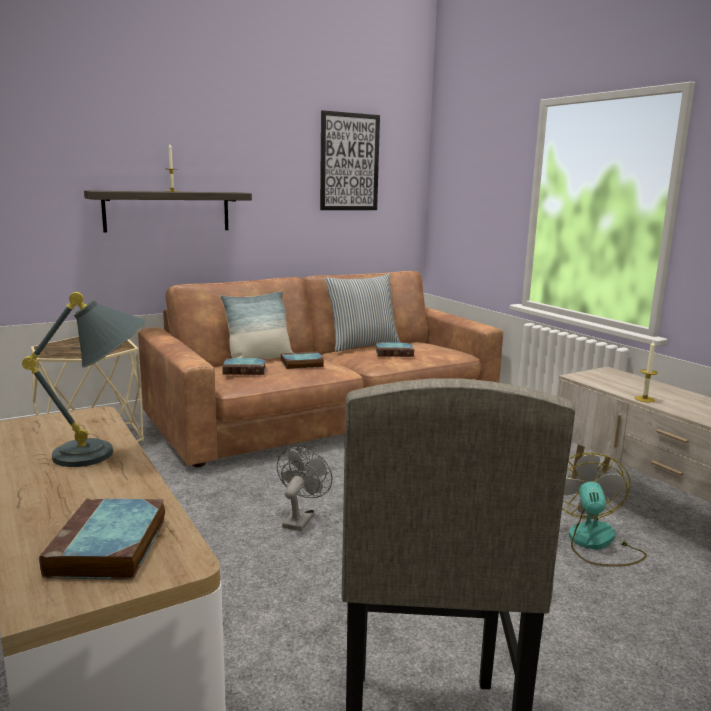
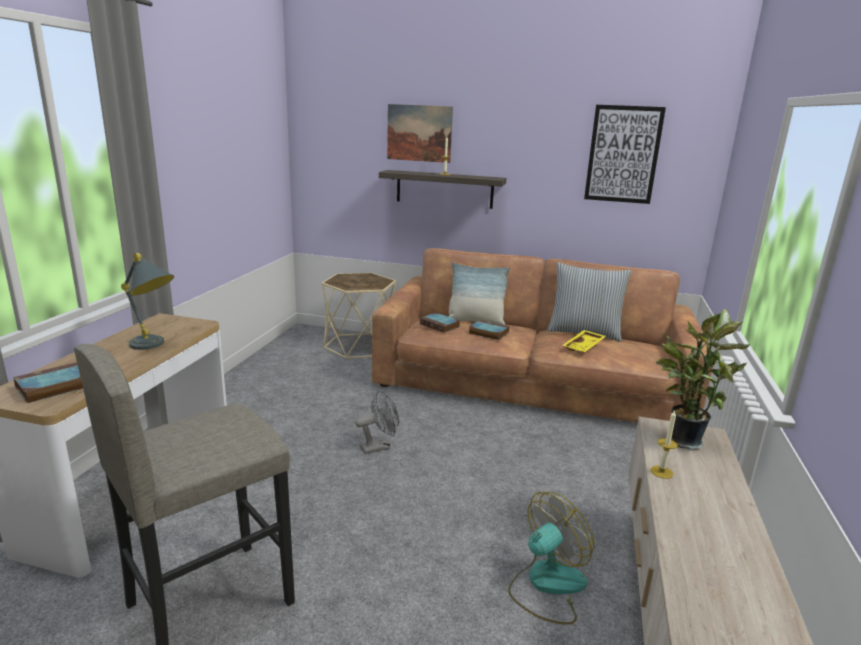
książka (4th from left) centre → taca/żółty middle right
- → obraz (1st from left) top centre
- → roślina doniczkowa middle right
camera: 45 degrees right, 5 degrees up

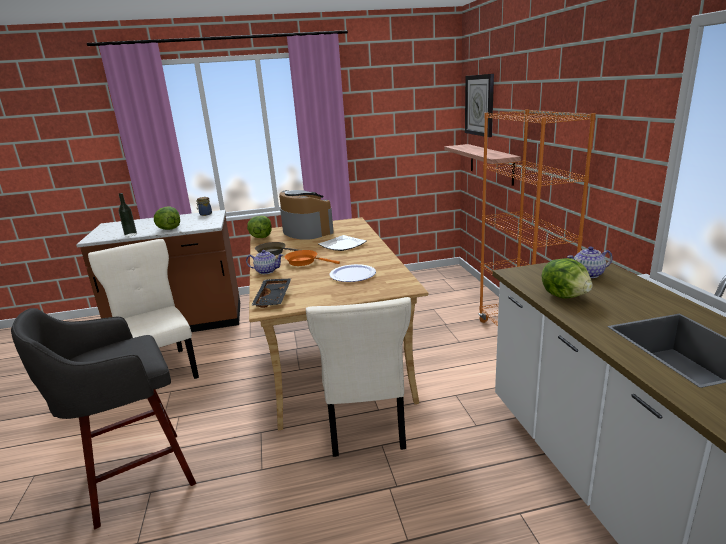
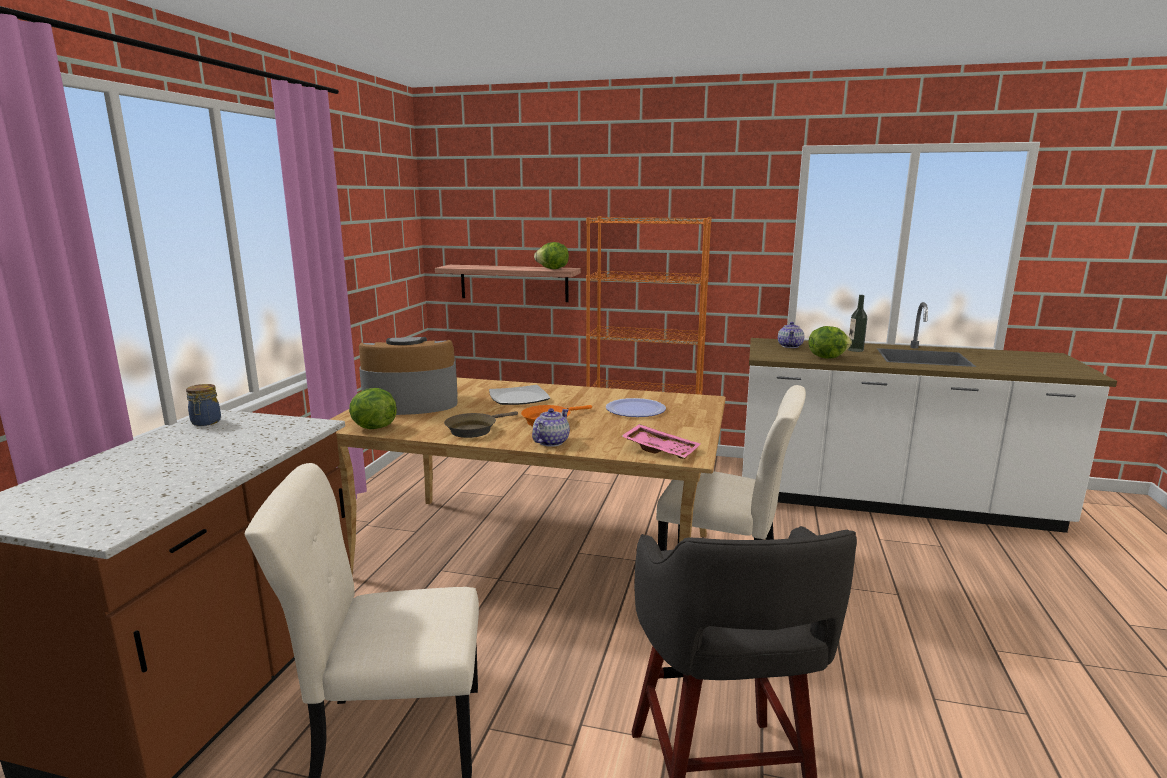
butelka middle left → butelka middle right, move
sałata (1st from left in the first image) middle left → sałata (2nd from left) top centre, move
taca/czarny centre → taca/różowy centre
zegar ścienny top centre → -
camera: 65 degrees left, 5 degrees down

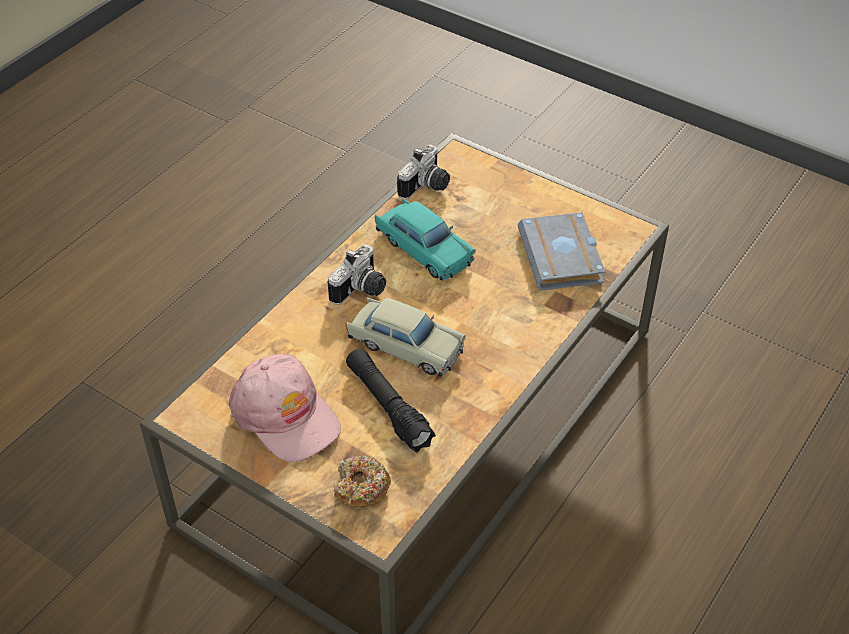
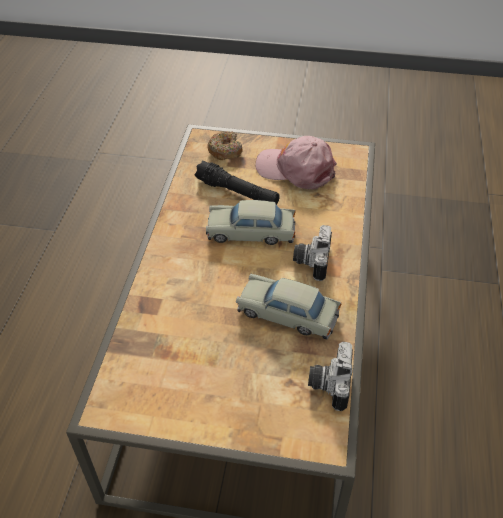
samochodzik/turkusowy centre → samochodzik/beżowy (2nd from left) centre
książka/szary centre → -
camera: 155 degrees right, 0 degrees up

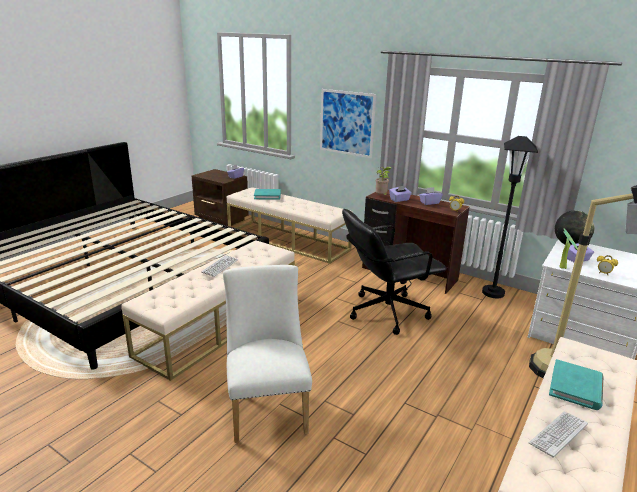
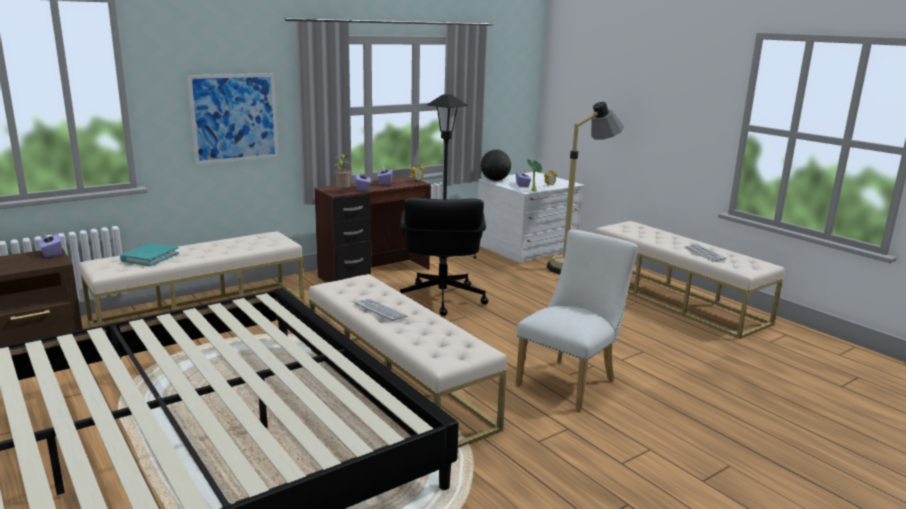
krzesło/biały bottom centre → krzesło/biały centre, 120 degrees clockwise
książka/turkusowy (2nd from left) bottom right → -
camera: 70 degrees left, 5 degrees down

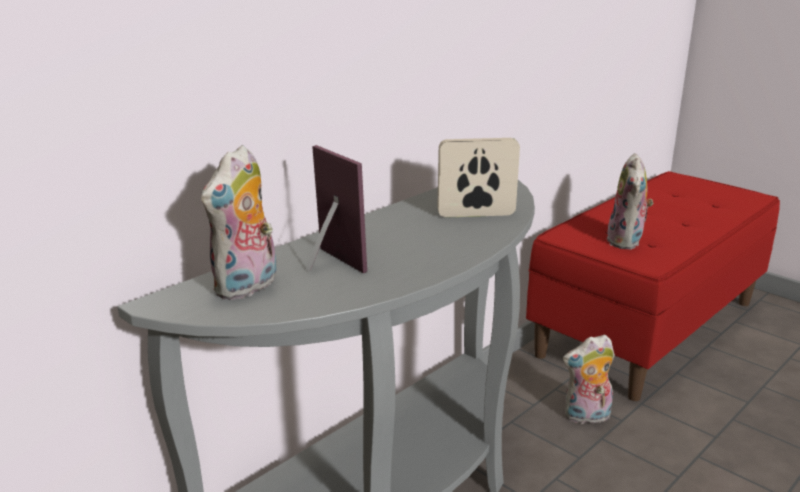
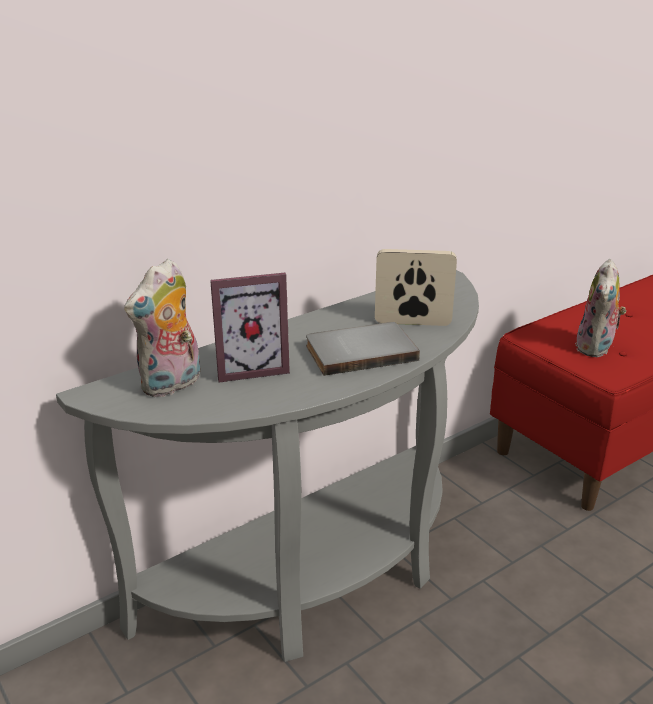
ramka na zdjęcie (1st from left) centre, 105 degrees clockwise
pluszak (2nd from left) bottom right → -
- → książka/szary centre
camera: 10 degrees right, 5 degrees up

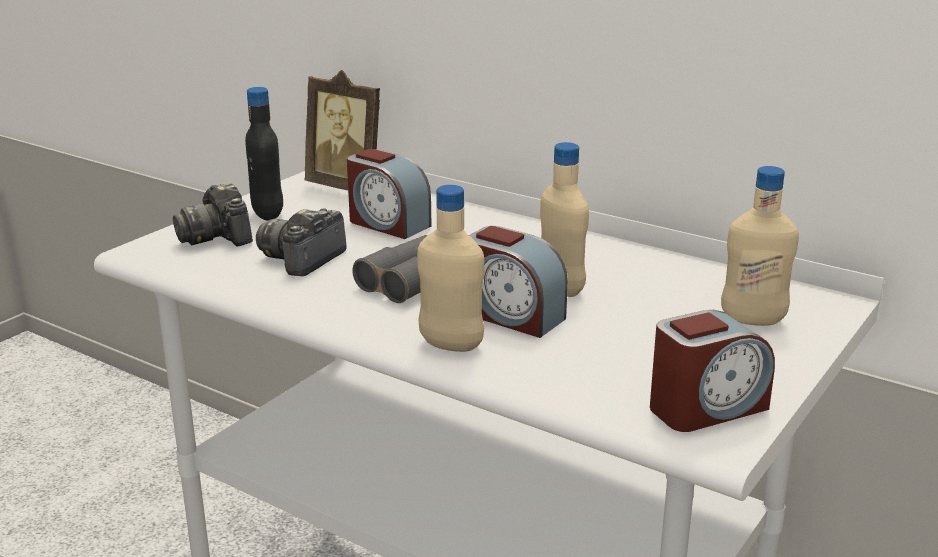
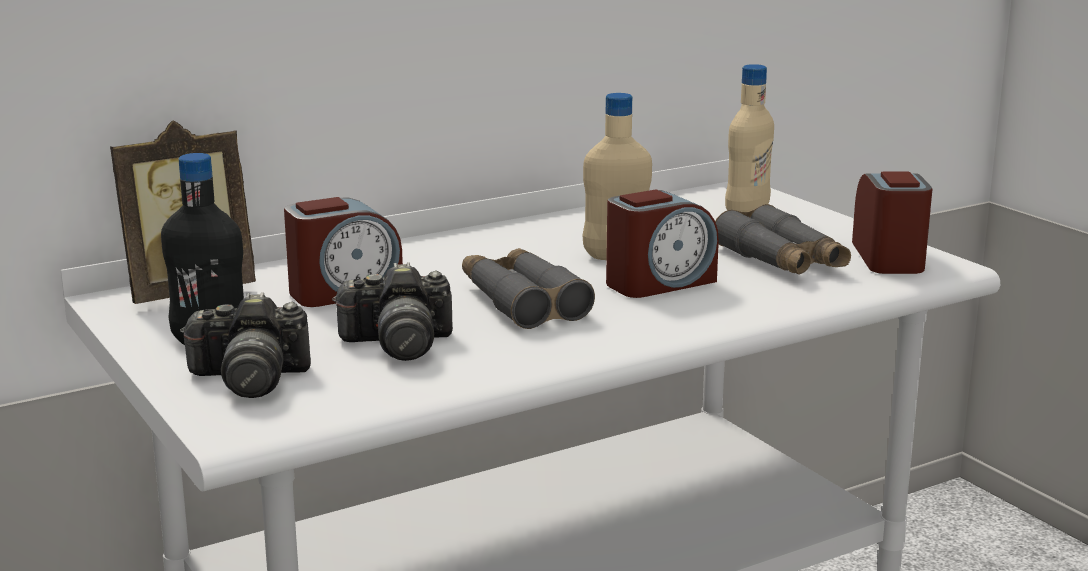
aparat fotograficzny (2nd from left) middle left → aparat fotograficzny (2nd from left) centre, 60 degrees counterclockwise
butelka/beżowy (1st from left) centre → -
- → lornetka/szary (2nd from left) middle right
camera: 65 degrees left, 5 degrees down

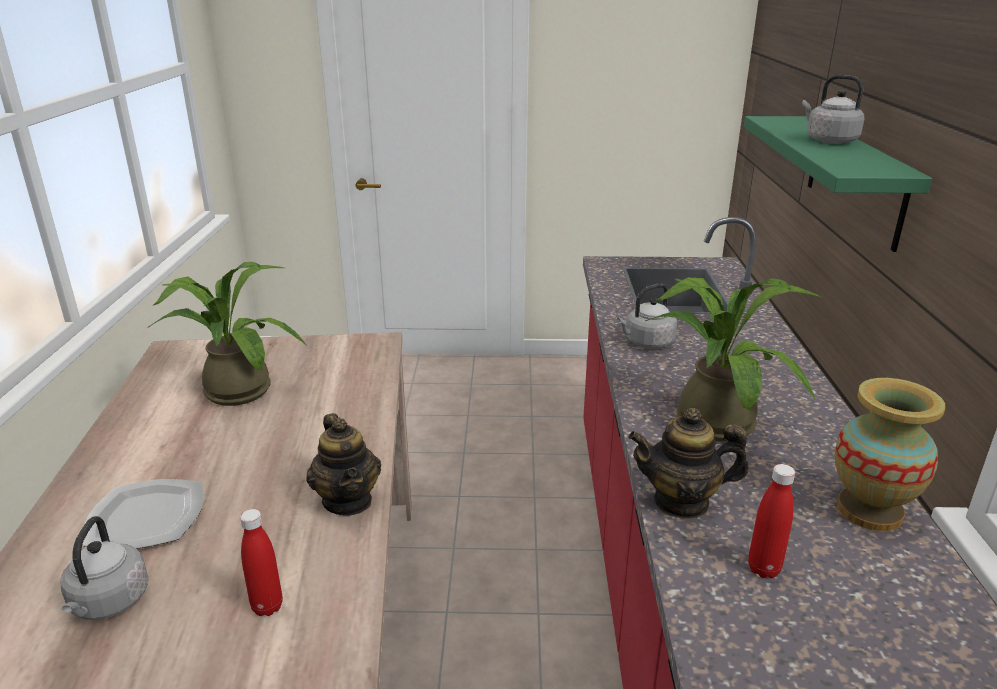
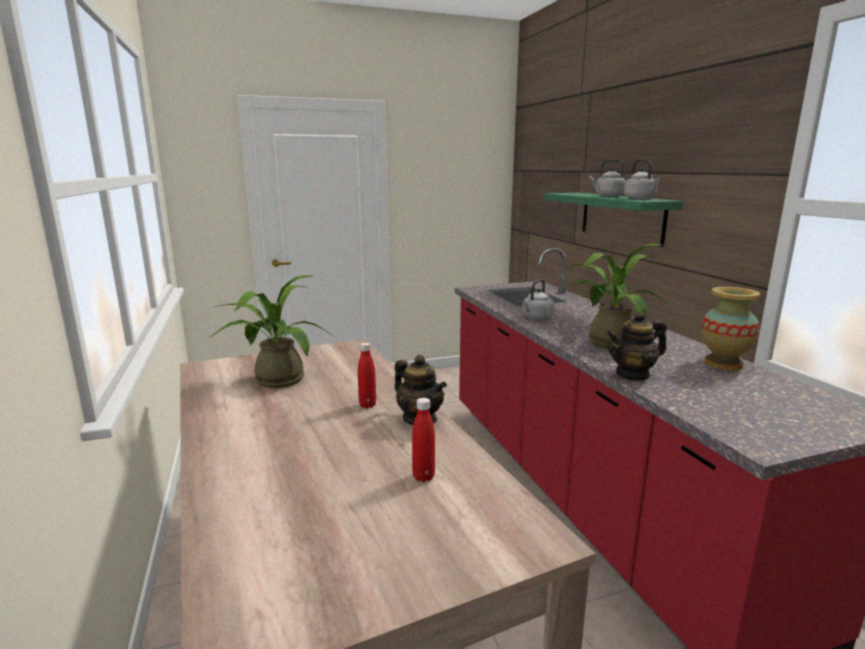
czajnik/szary (1st from left in the first image) bottom left → czajnik/szary (3rd from left) top right, move
talerz bottom left → -
butelka/czerwony (2nd from left in the first image) bottom right → butelka/czerwony (1st from left) centre, move
camera: 20 degrees left, 10 degrees down

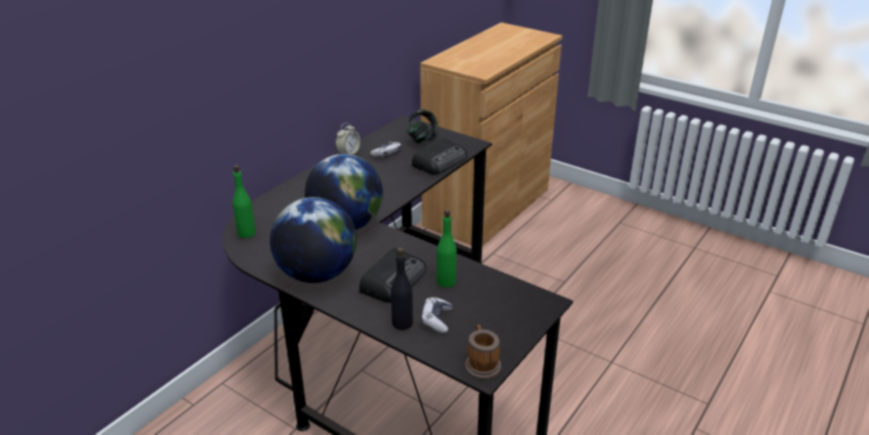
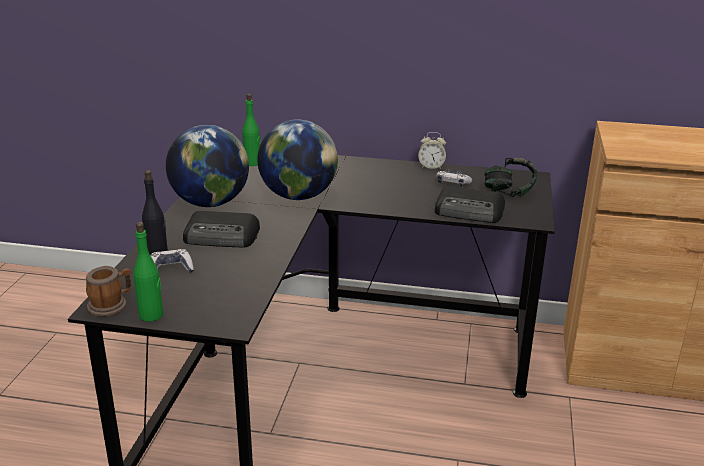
butelka/zielony (2nd from left in the first image) centre → butelka/zielony (1st from left) middle left, move
camera: 65 degrees right, 5 degrees down

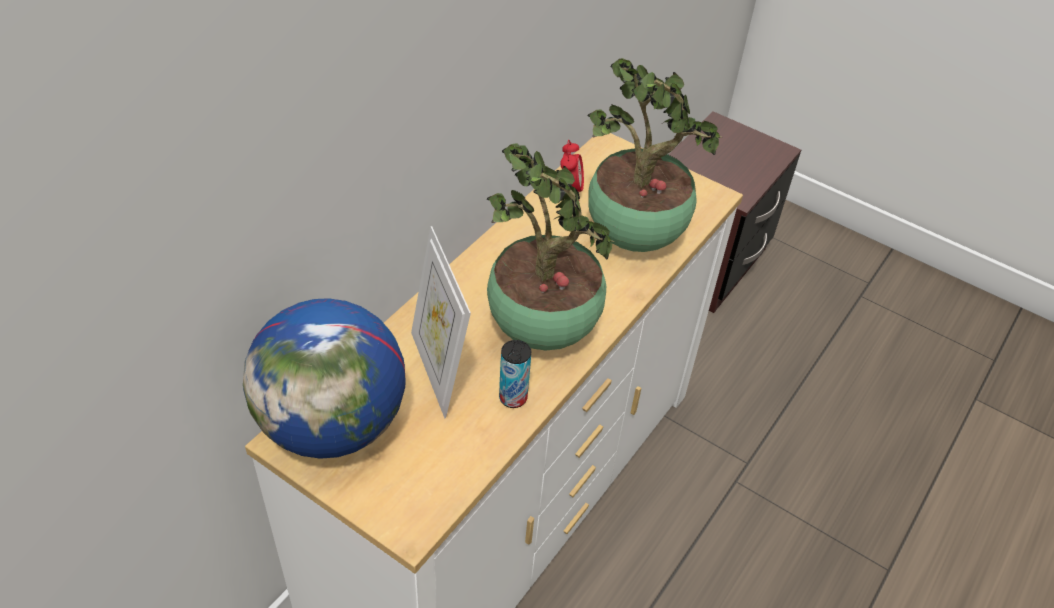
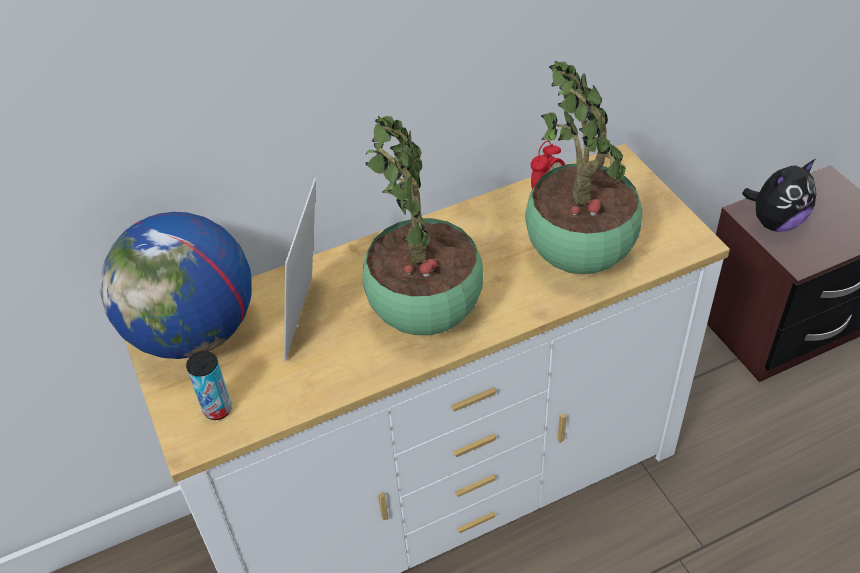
puszka centre → puszka bottom left, move
- → pluszak middle right
camera: 35 degrees right, 0 degrees up

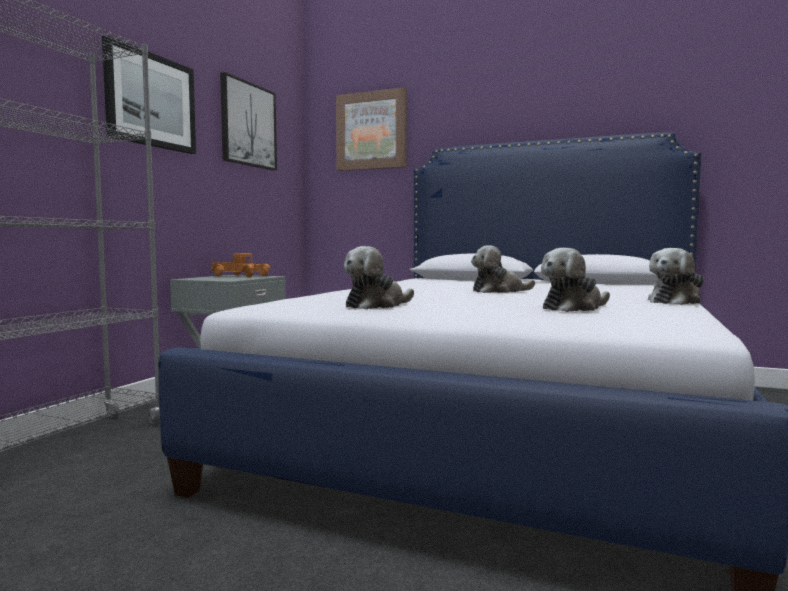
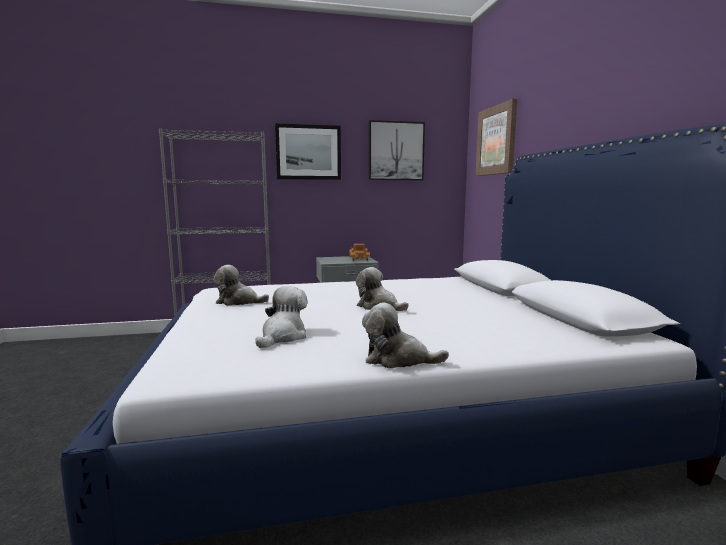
pluszak (3rd from left in the first image) middle right → pluszak (2nd from left) centre, 90 degrees clockwise
camera: 55 degrees right, 5 degrees up

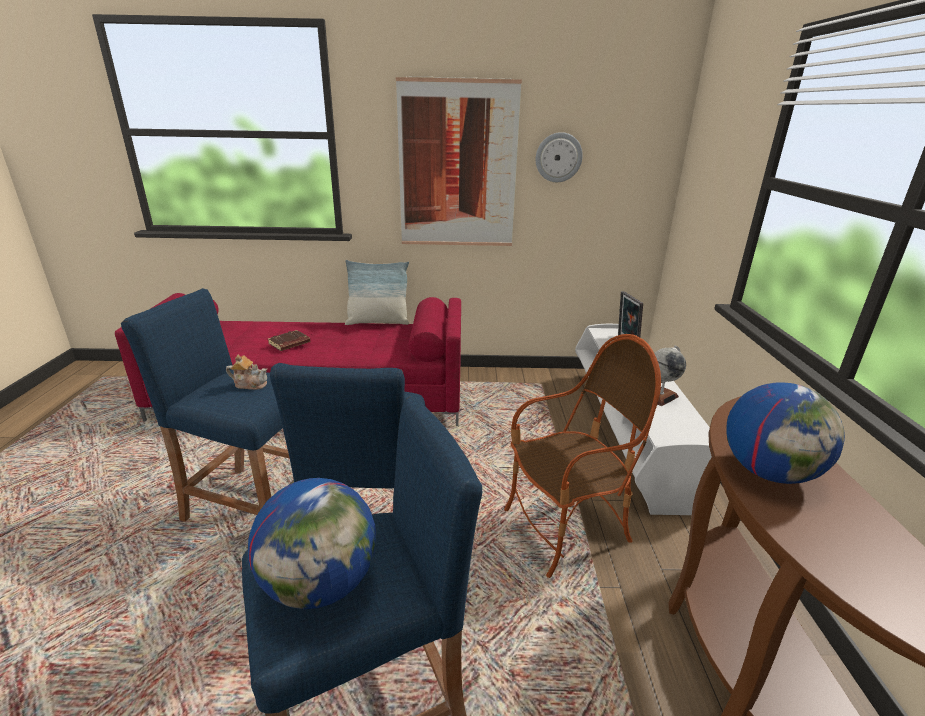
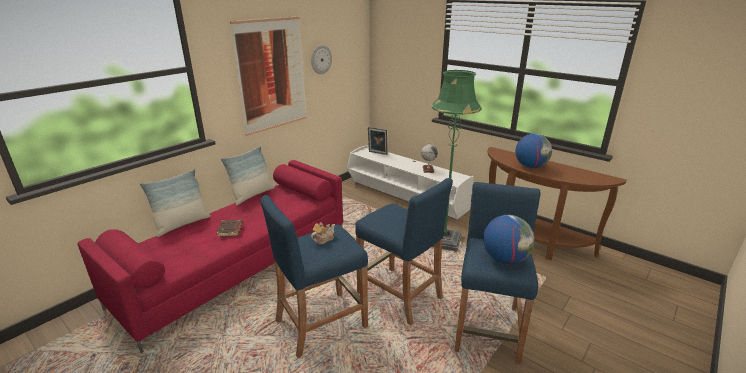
fotel centre → lampa stojąca/zielony centre
- → poduszka (1st from left) middle left
camera: 50 degrees left, 0 degrees up

